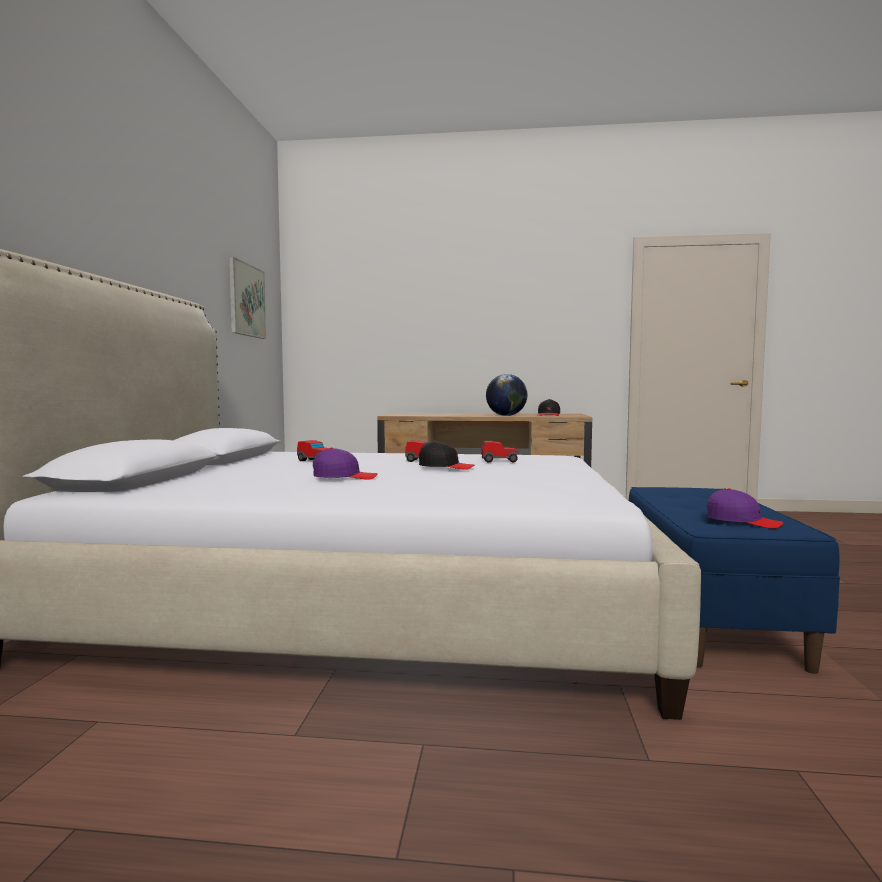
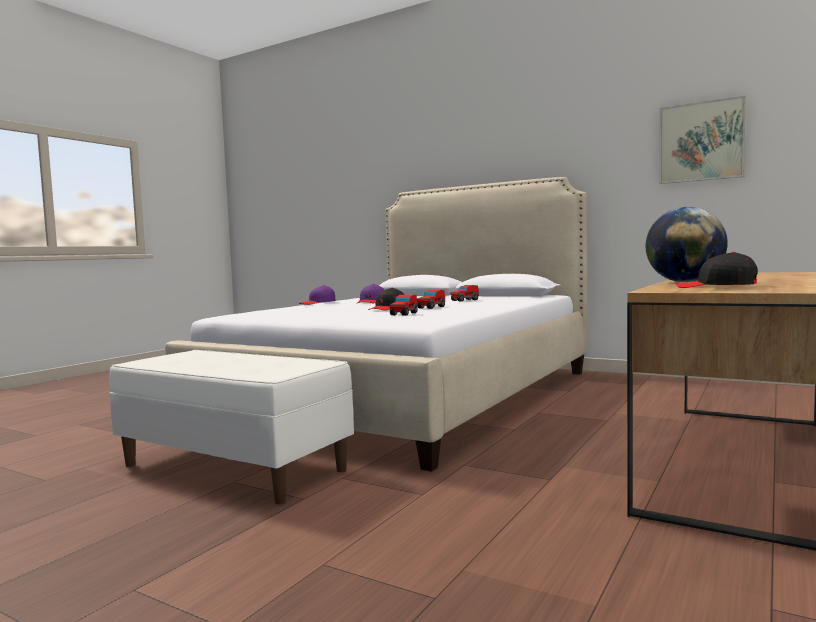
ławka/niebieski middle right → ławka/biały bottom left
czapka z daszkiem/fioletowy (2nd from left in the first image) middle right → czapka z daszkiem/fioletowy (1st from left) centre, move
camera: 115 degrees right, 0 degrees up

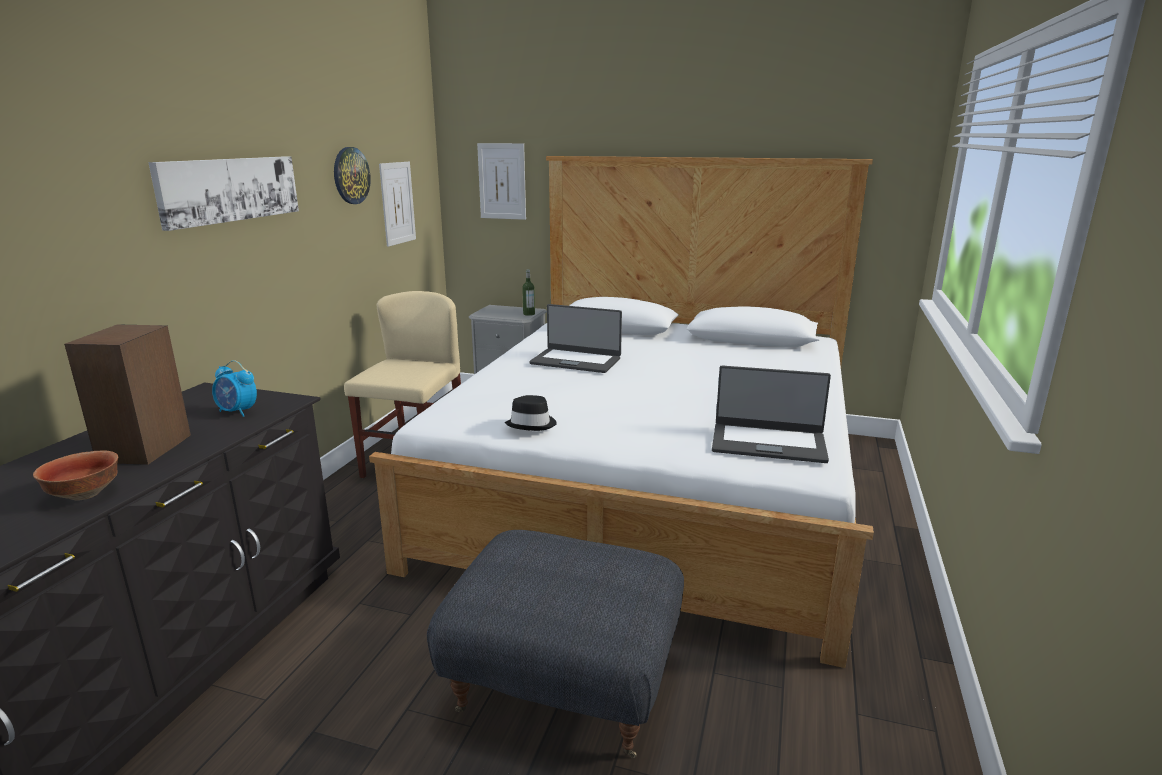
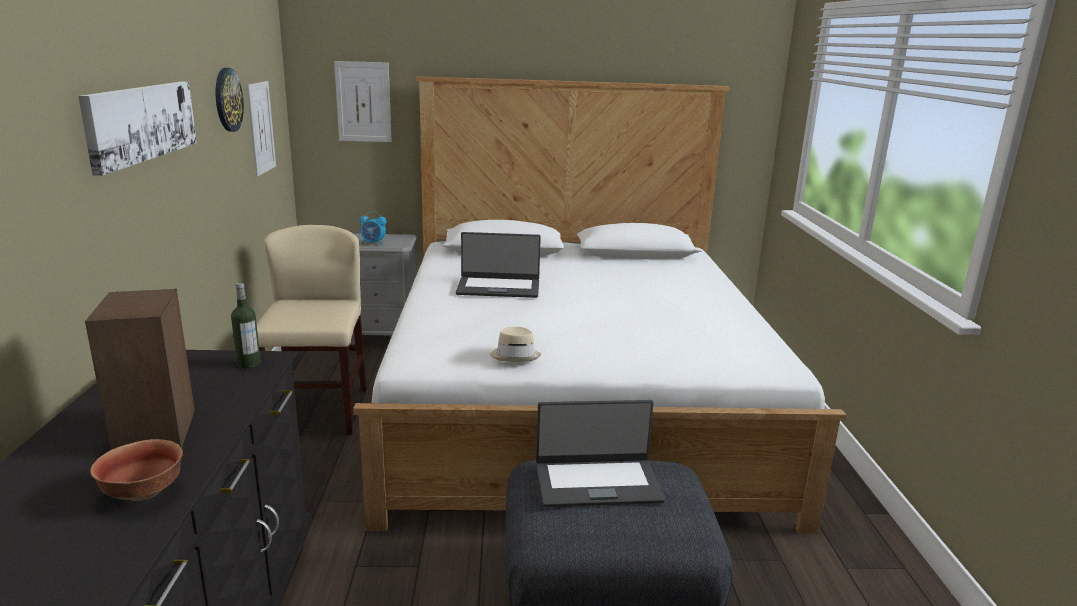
budzik middle left → budzik centre, move
kapelusz/czarny centre → kapelusz/beżowy centre
butelka centre → butelka middle left, move
laptop (2nd from left) centre → laptop (2nd from left) bottom centre, move
camera: 20 degrees left, 0 degrees up

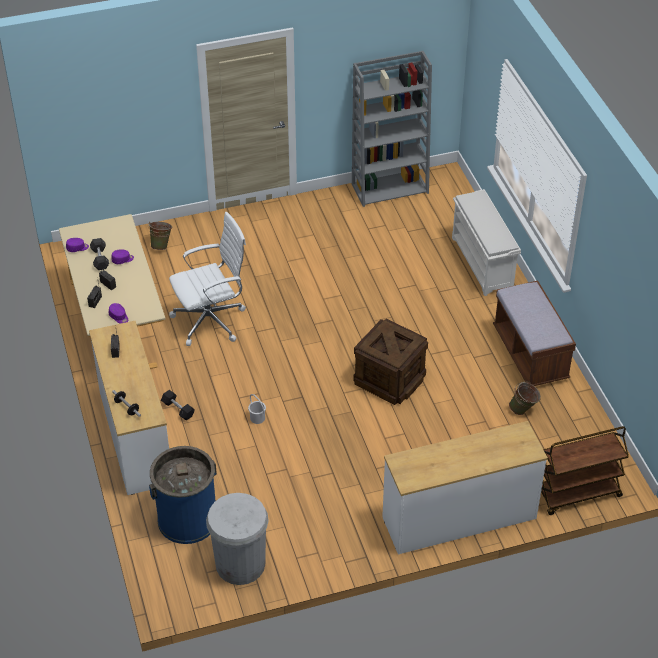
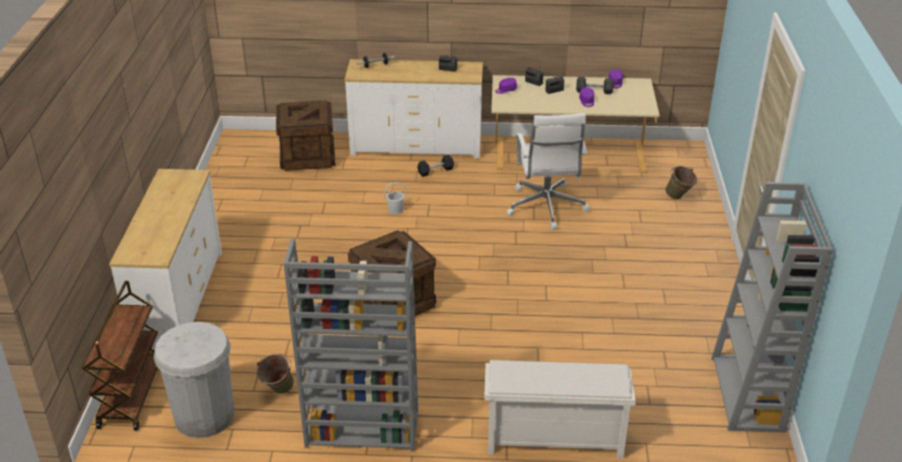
kosz na śmieci/niebieski bottom left → skrzynka (1st from left) top centre
kosz na śmieci/biały bottom centre → kosz na śmieci/biały bottom left, move
ławka/brązowy middle right → regał/szary (1st from left) bottom centre
camera: 110 degrees right, 10 degrees down

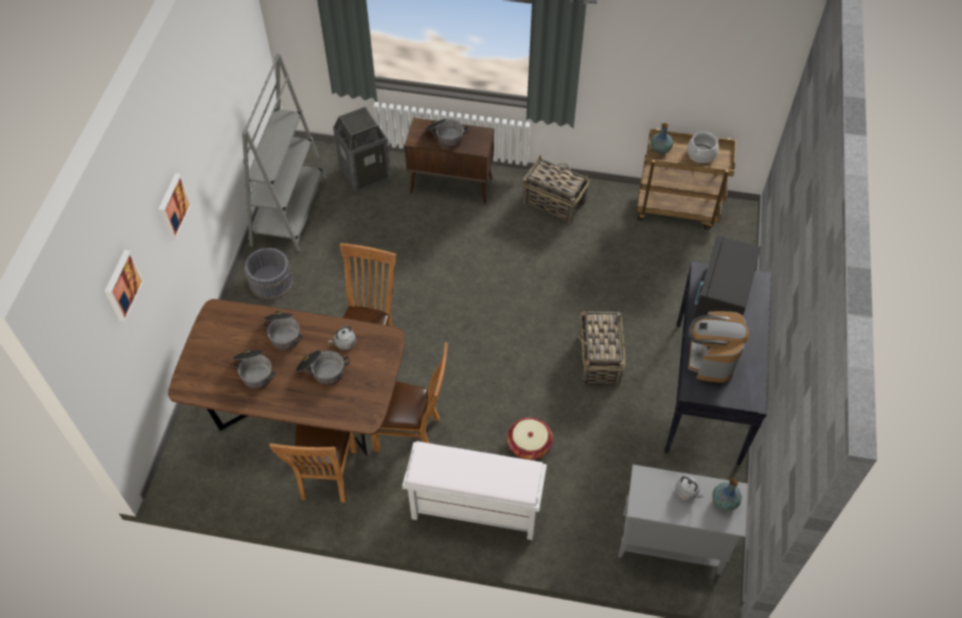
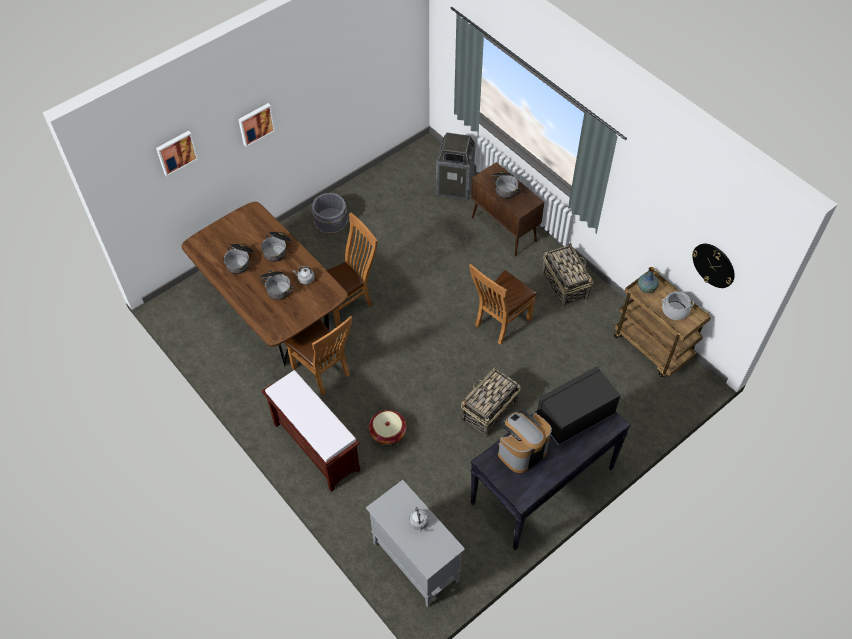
regał/szary top left → -
krzesło/brązowy (1st from left in the first image) bottom left → krzesło/brązowy (3rd from left) centre, move
ławka/biały bottom centre → ławka/brązowy bottom centre
wazon (2nd from left) bottom right → -
- → zegar ścienny middle right
camera: 40 degrees right, 0 degrees up

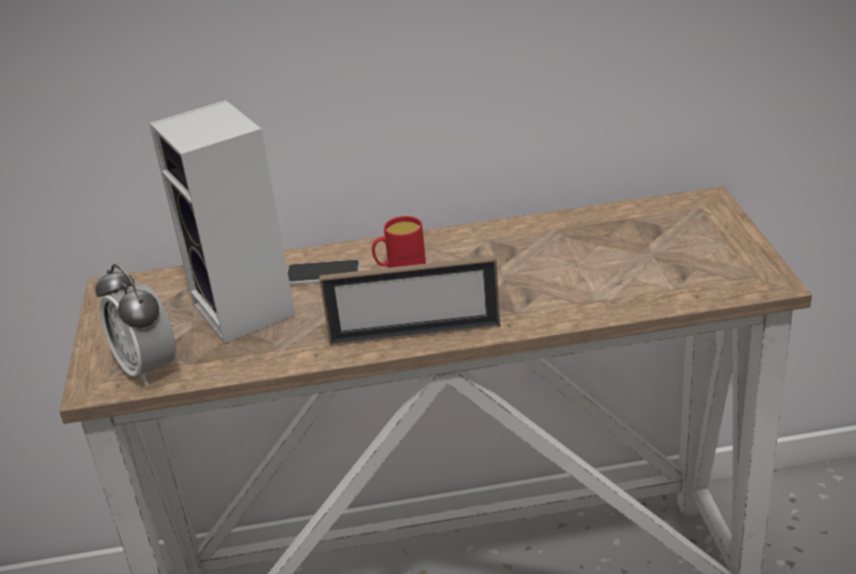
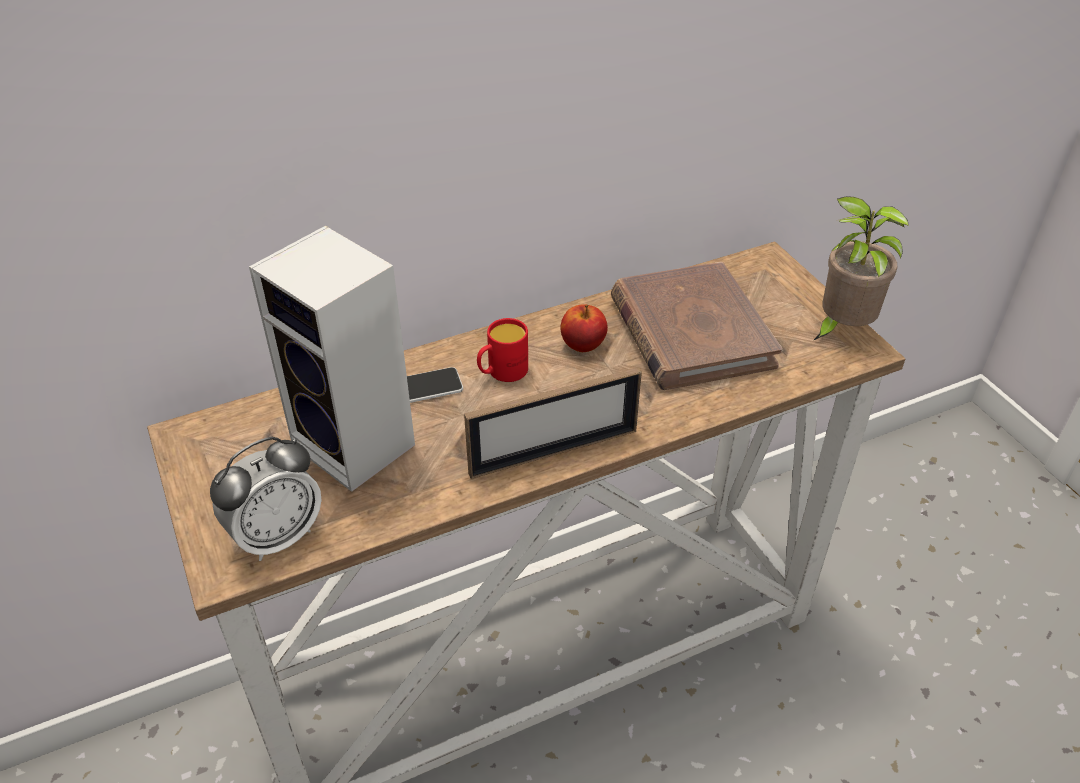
budzik middle left, 75 degrees counterclockwise
- → jabłko centre
- → książka/brązowy centre
- → roślina doniczkowa middle right
camera: 20 degrees left, 10 degrees up

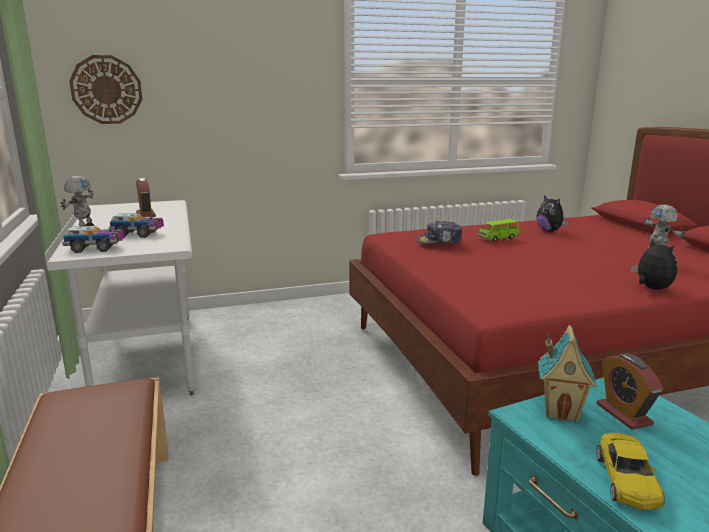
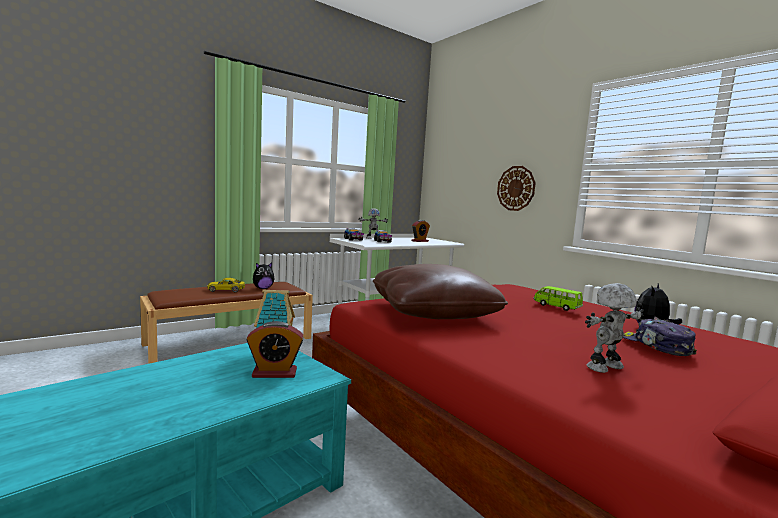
zegar ścienny top left → zegar ścienny centre, move
czapka z daszkiem centre → czapka z daszkiem middle right, move
budzik (2nd from left in the first image) bottom right → budzik (1st from left) bottom centre, 150 degrees counterclockwise
samochodzik/żółty bottom right → samochodzik/żółty middle left, move
pluszak (2nd from left in the first image) middle right → pluszak (1st from left) centre, move
- → poduszka/brązowy centre
camera: 70 degrees right, 10 degrees down

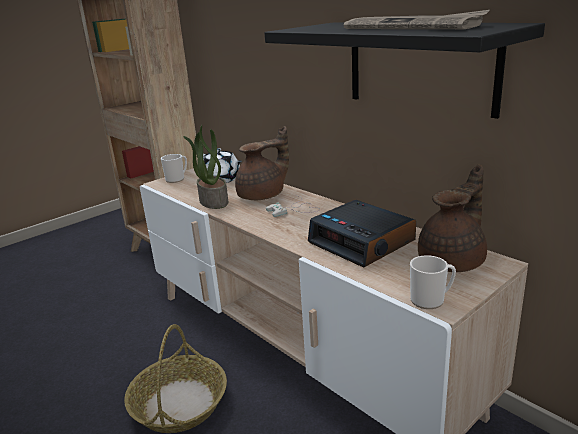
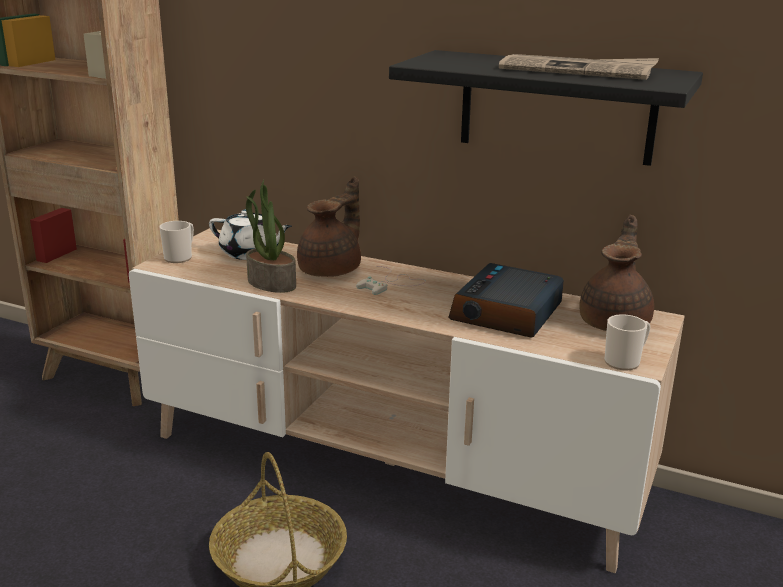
budzik centre, 90 degrees clockwise
camera: 25 degrees left, 0 degrees up

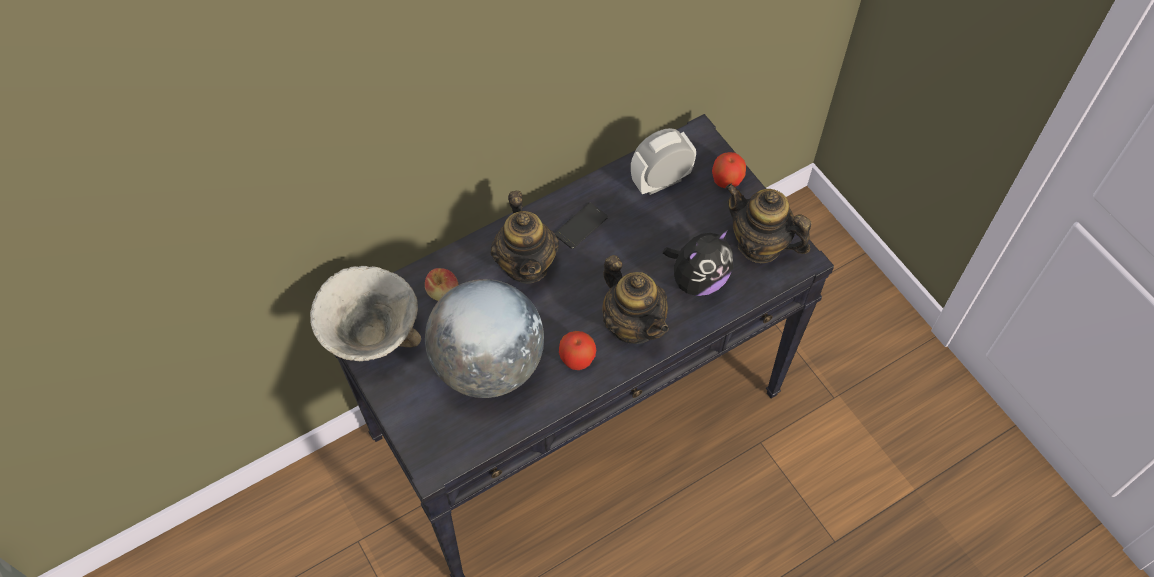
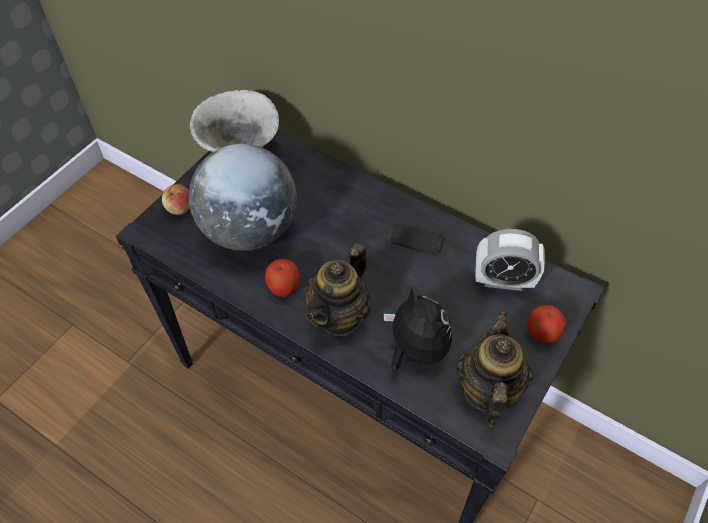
jabłko (1st from left) centre → jabłko (1st from left) middle left, move
imbryk (1st from left) centre → -
budzik top centre → budzik middle right, 150 degrees clockwise
pluszak centre, 150 degrees counterclockwise
camera: 65 degrees right, 5 degrees down

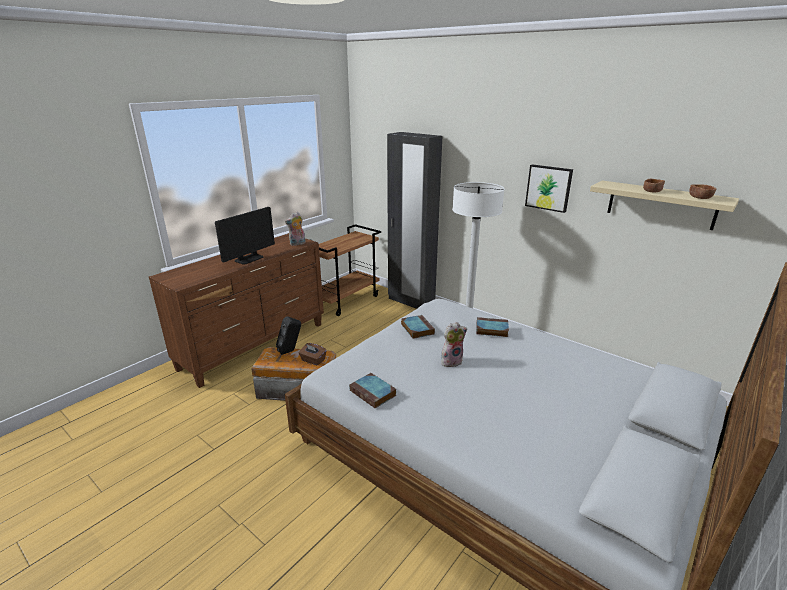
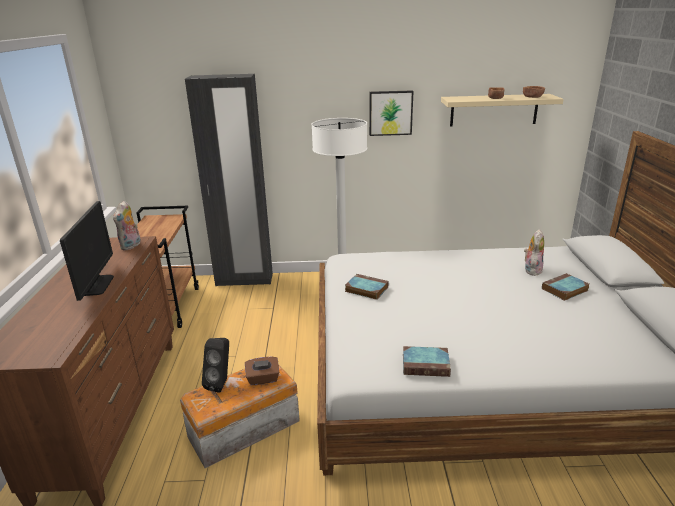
pluszak (2nd from left) centre → pluszak (2nd from left) middle right, move
książka (3rd from left) centre → książka (3rd from left) middle right, move
camera: 40 degrees left, 0 degrees up

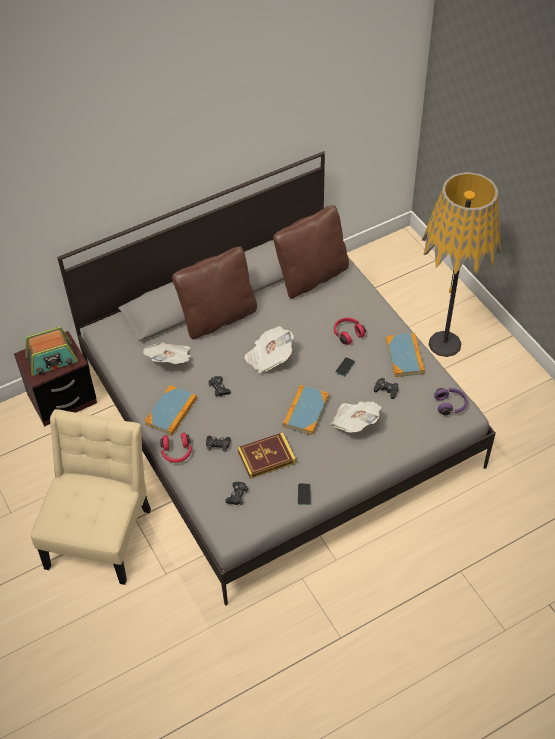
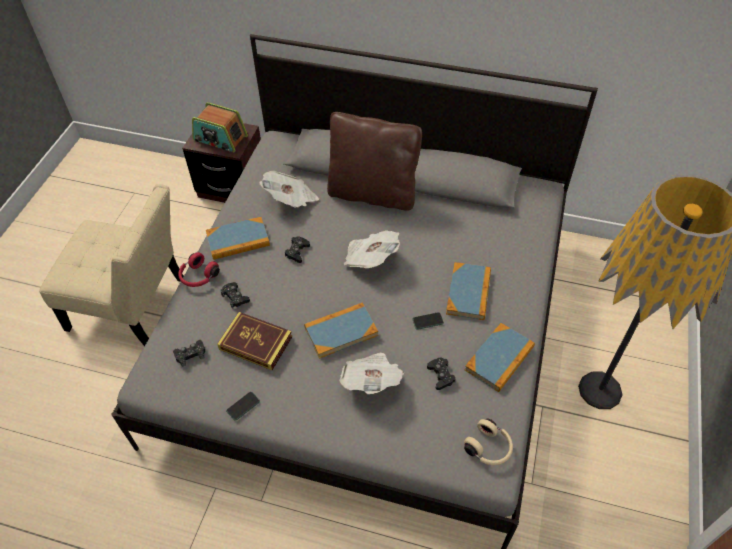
krzesło/beżowy bottom left → krzesło/beżowy middle left, 45 degrees clockwise
poduszka/brązowy (2nd from left) centre → -
słuchawki/czerwony (2nd from left) centre → książka (4th from left) centre
słuchawki/fioletowy middle right → słuchawki/beżowy bottom right
camera: 45 degrees right, 0 degrees up

